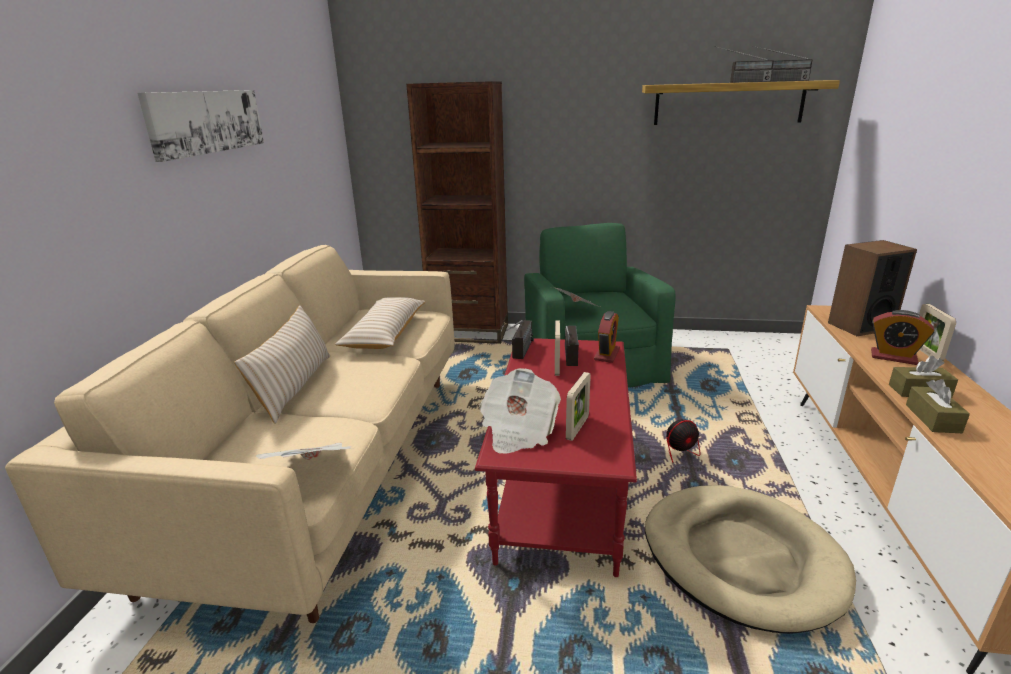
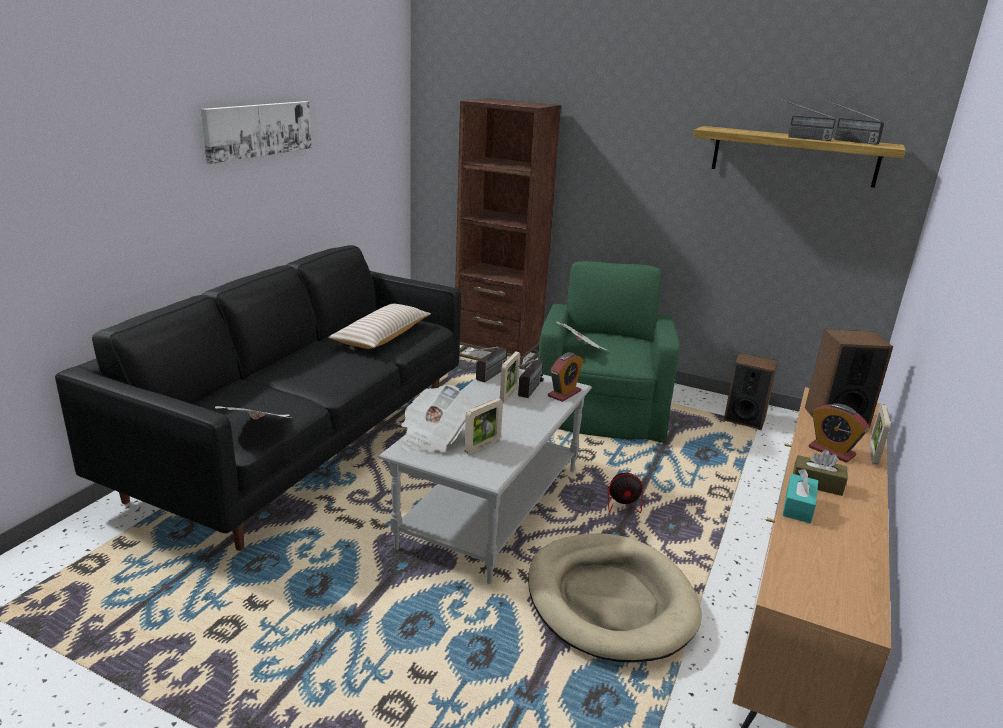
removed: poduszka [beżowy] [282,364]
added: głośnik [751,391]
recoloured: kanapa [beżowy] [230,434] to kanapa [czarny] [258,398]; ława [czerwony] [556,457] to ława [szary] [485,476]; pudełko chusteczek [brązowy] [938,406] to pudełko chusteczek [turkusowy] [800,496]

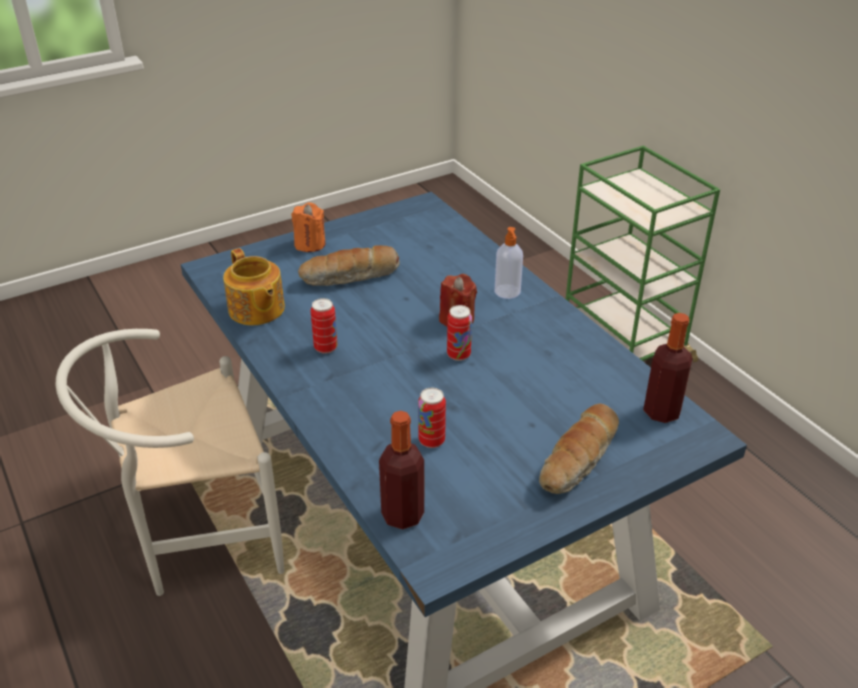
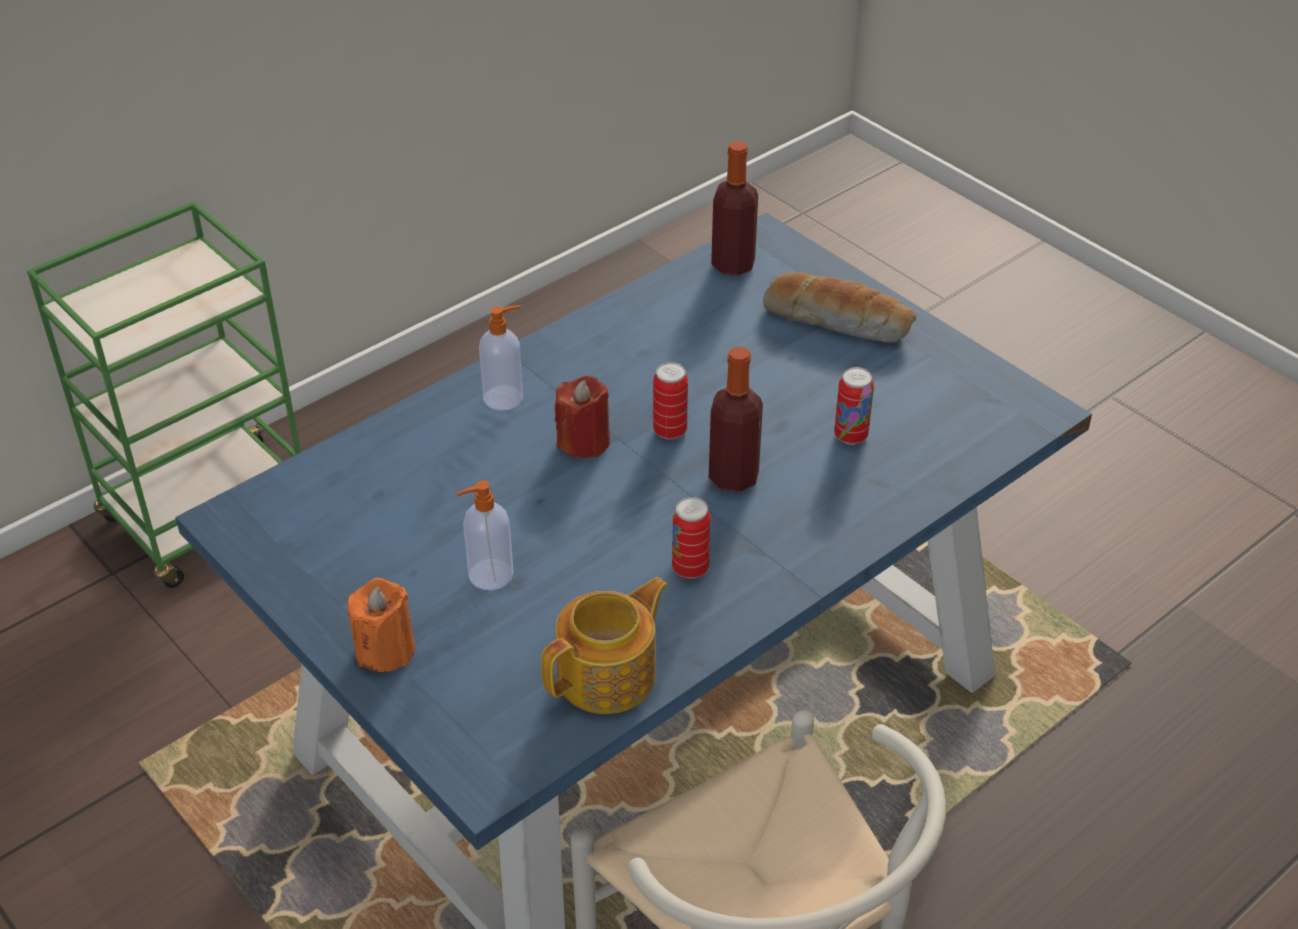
moved: butelka [401,470] to [736,419]
replaced: chleb [349,265] to dozownik mydła [484,535]

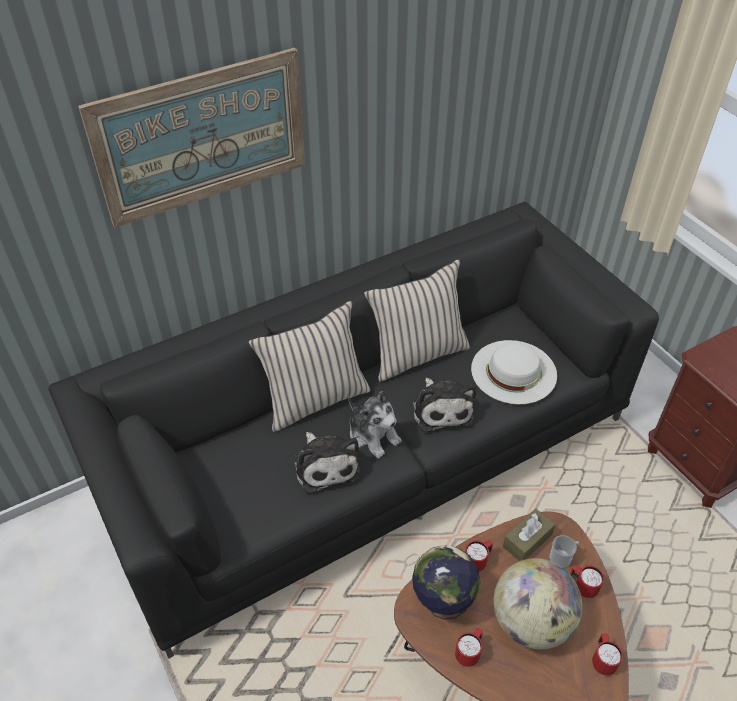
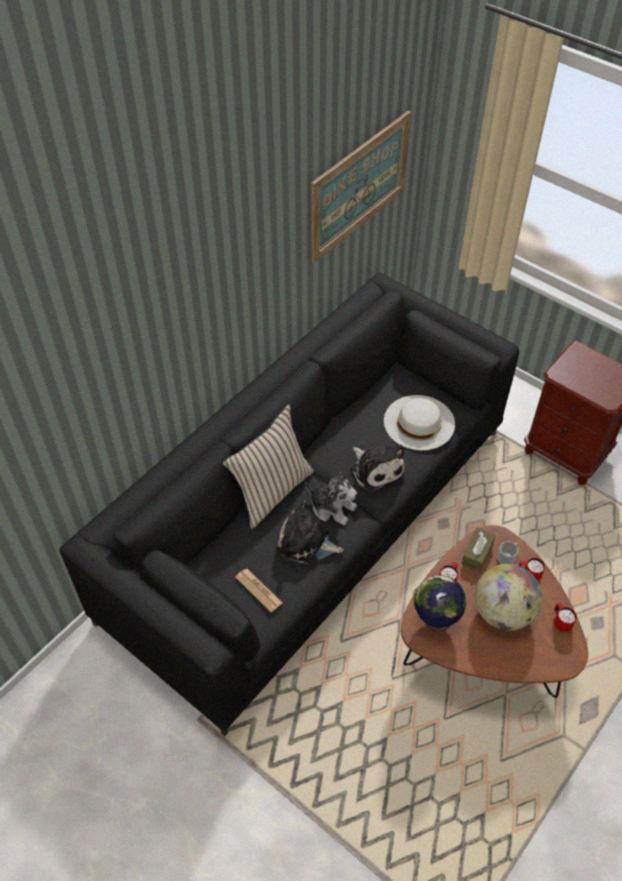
removed: poduszka [beżowy] [417,320]; kubek [czerwony] [469,647]
added: gazeta [259,590]
moved: obraz [191,138] to [361,187]
turned: pluszak [327,463] = [310,532] 150 degrees clockwise

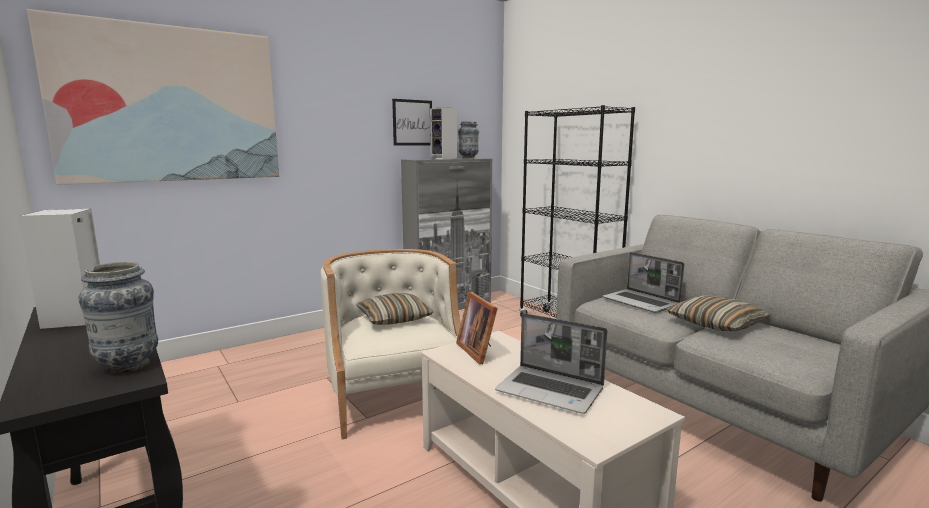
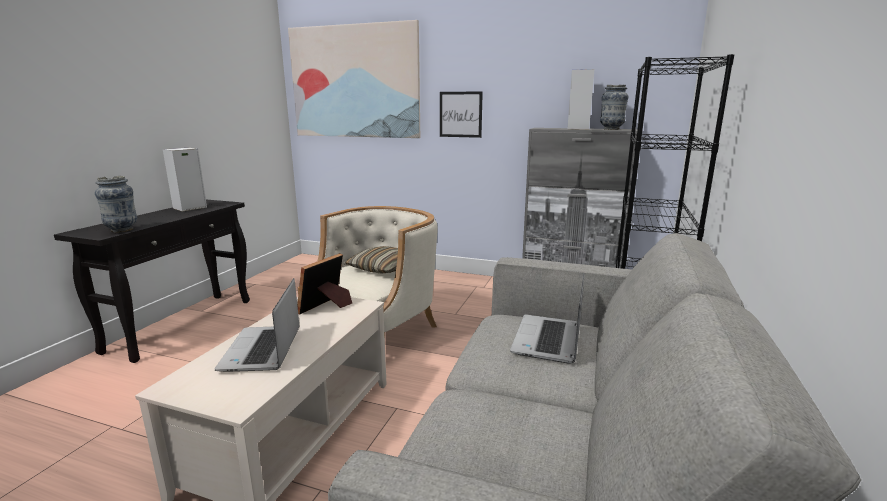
removed: poduszka [719,313]
moved: obraz [412,122] to [461,114]

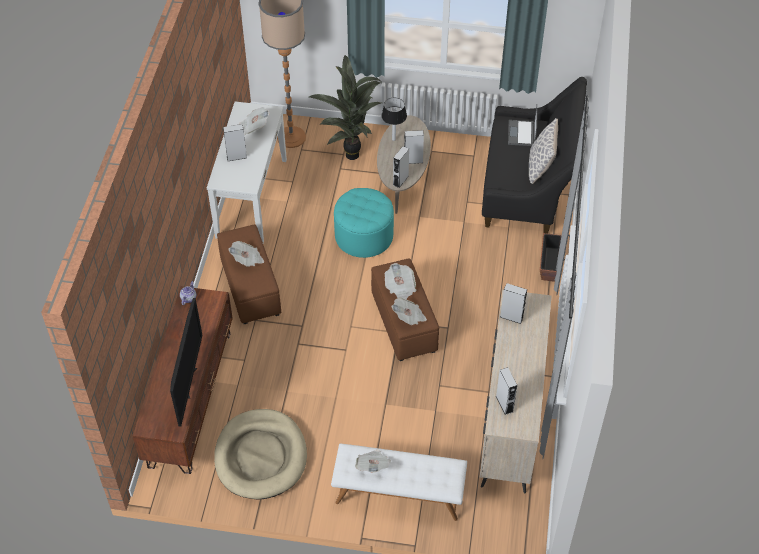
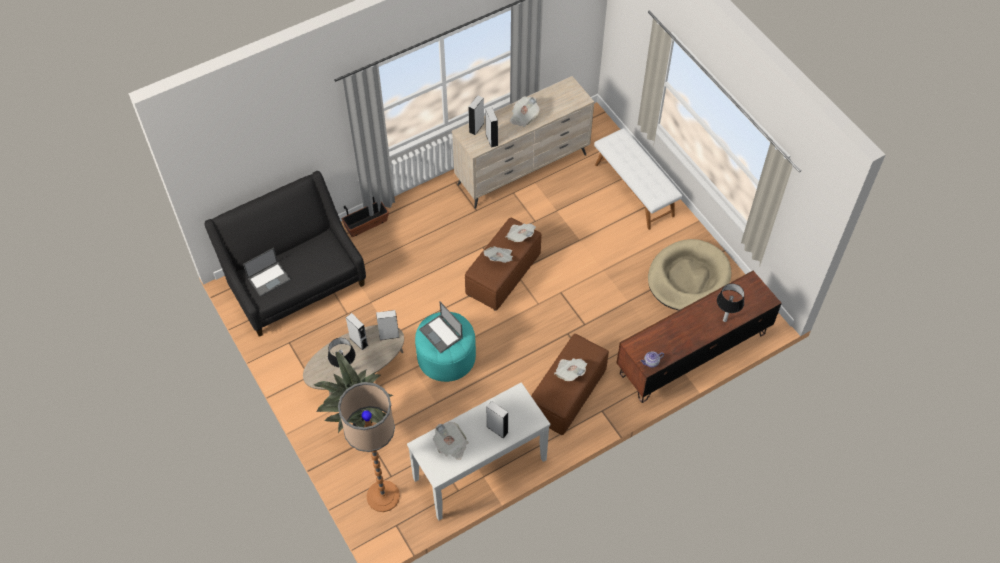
removed: telewizor [186,362]; poduszka [543,151]
added: laptop [441,327]; lampa stołowa [730,302]
moved: gazeta [373,461] to [525,111]; głośnik [szary] [506,391] to [476,115]

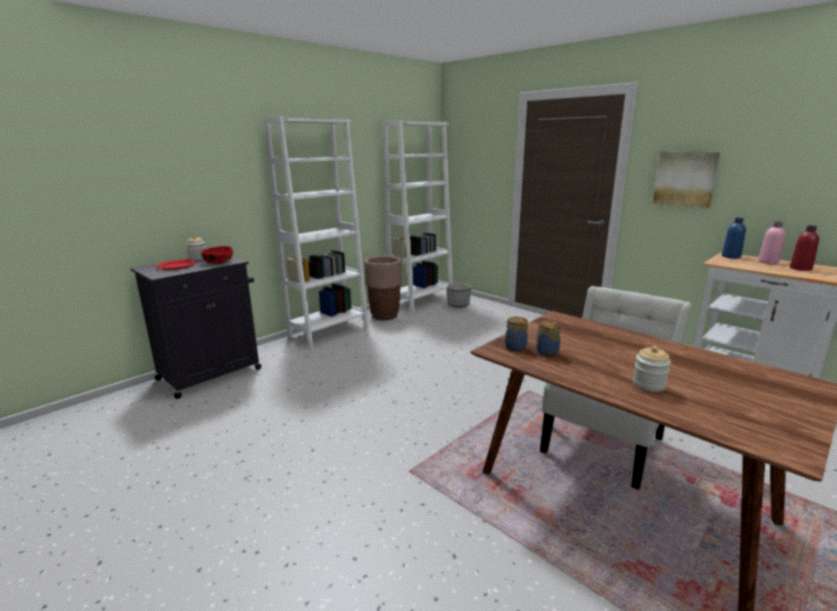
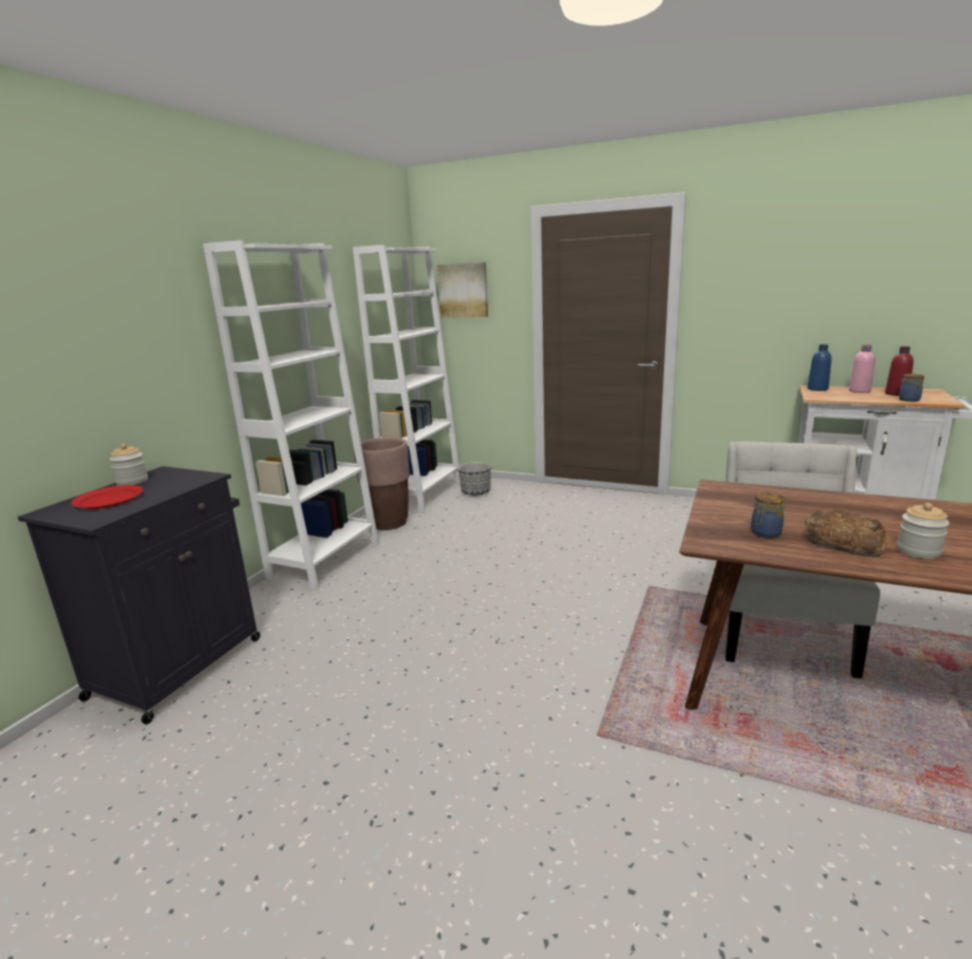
removed: miska [czerwony] [217,255]
added: chleb [846,534]
moved: słoik [516,334] to [911,388]; obraz [686,179] to [462,290]

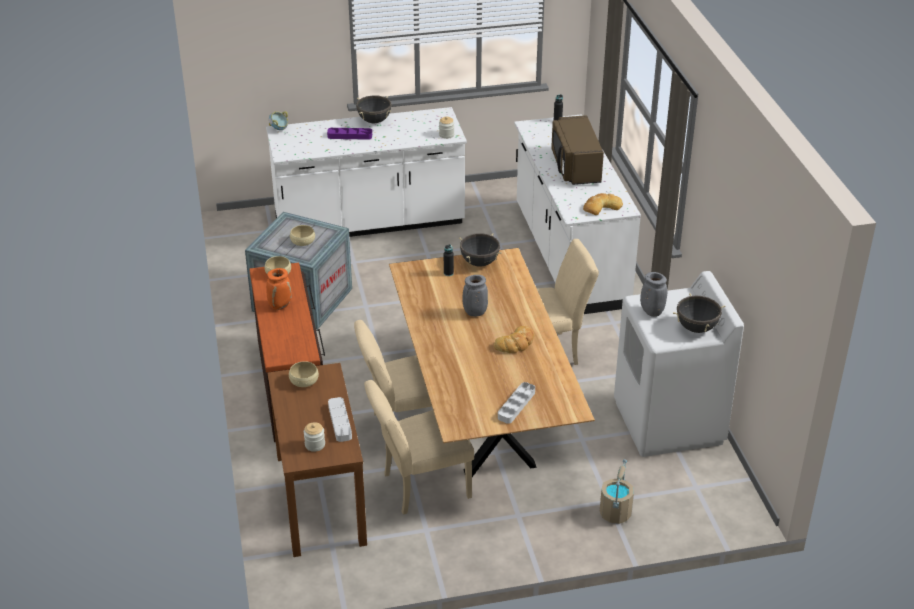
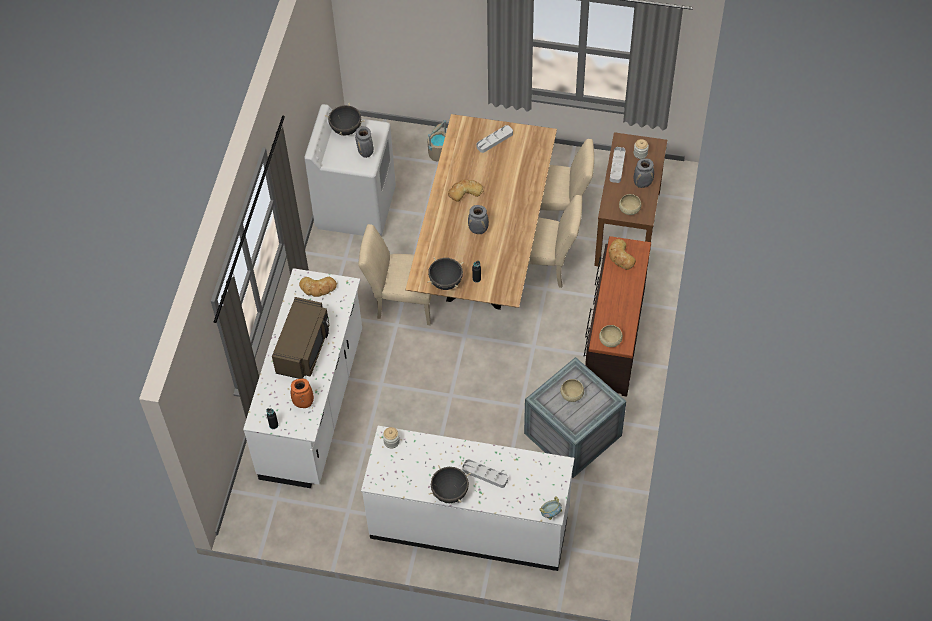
added: chleb [622,254]; wazon [szary] [644,173]
moved: wazon [pomarańczowy] [279,289] to [302,393]
recoloured: taca [fioletowy] [349,134] to taca [szary] [485,473]

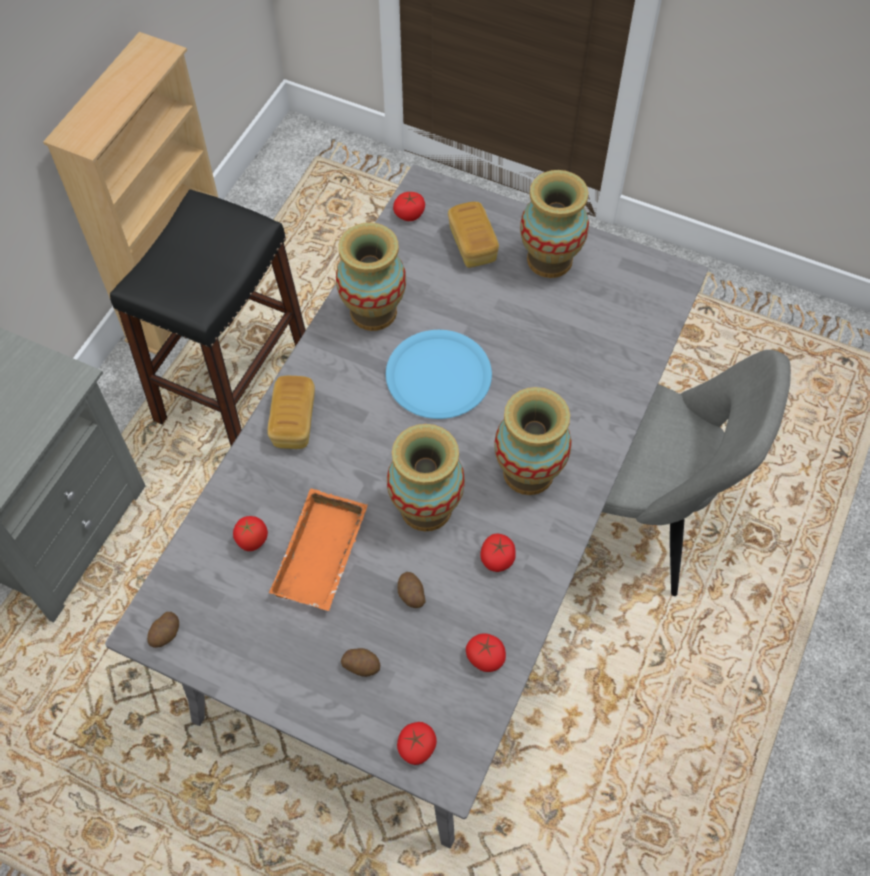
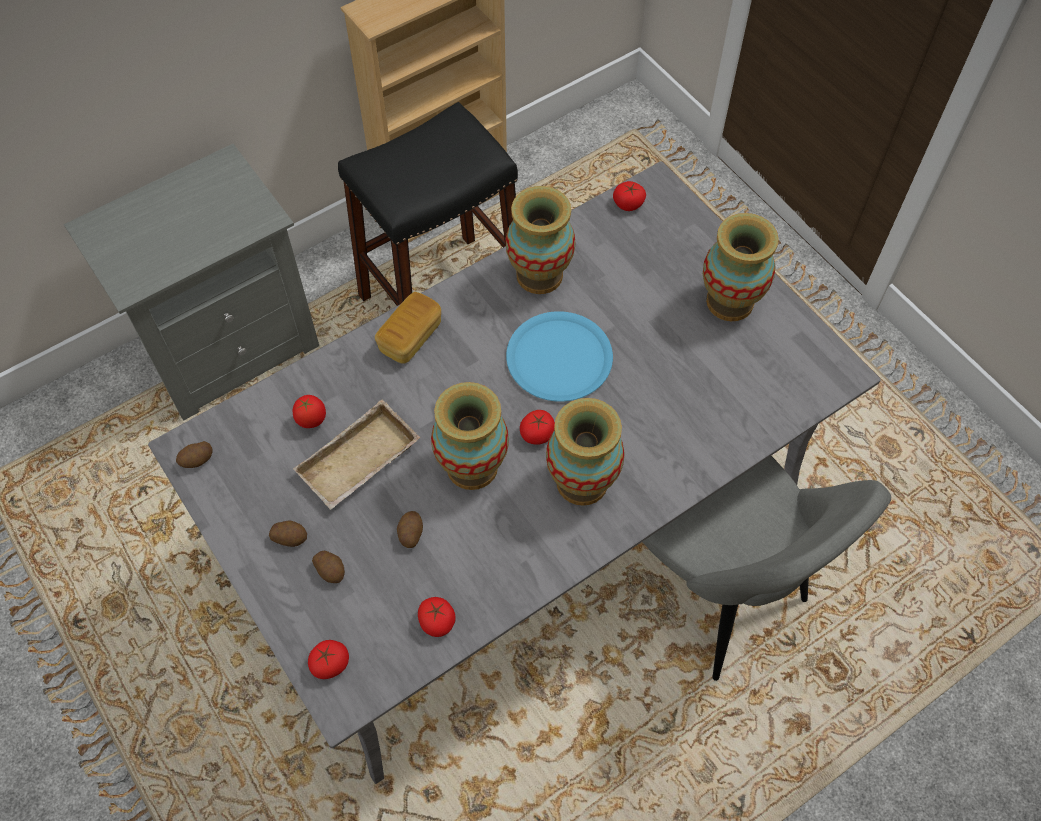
removed: chleb [473,235]
added: ziemniak [288,533]
moved: pomidor [498,553] to [537,427]
recoloured: taca [pomarańczowy] [318,549] to taca [beżowy] [356,454]

